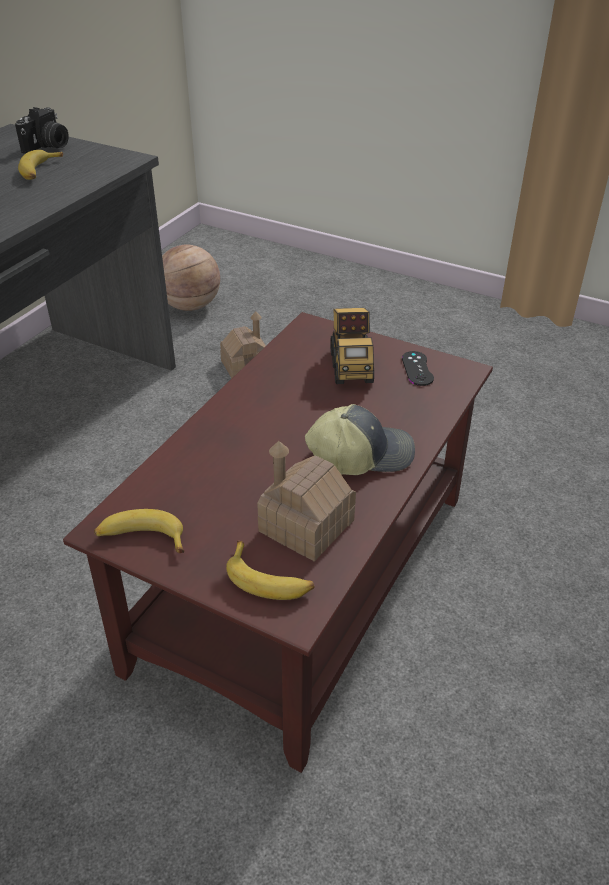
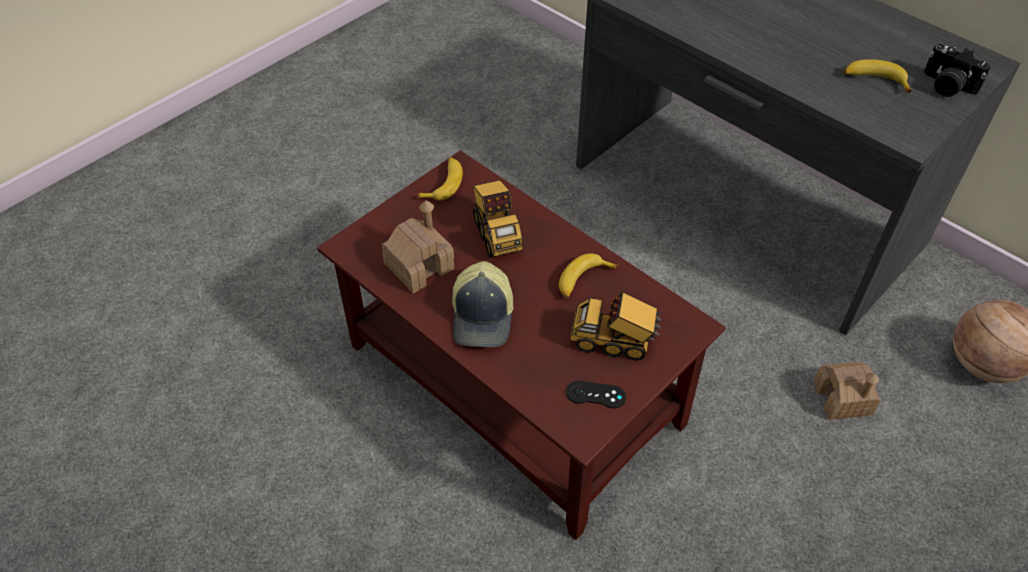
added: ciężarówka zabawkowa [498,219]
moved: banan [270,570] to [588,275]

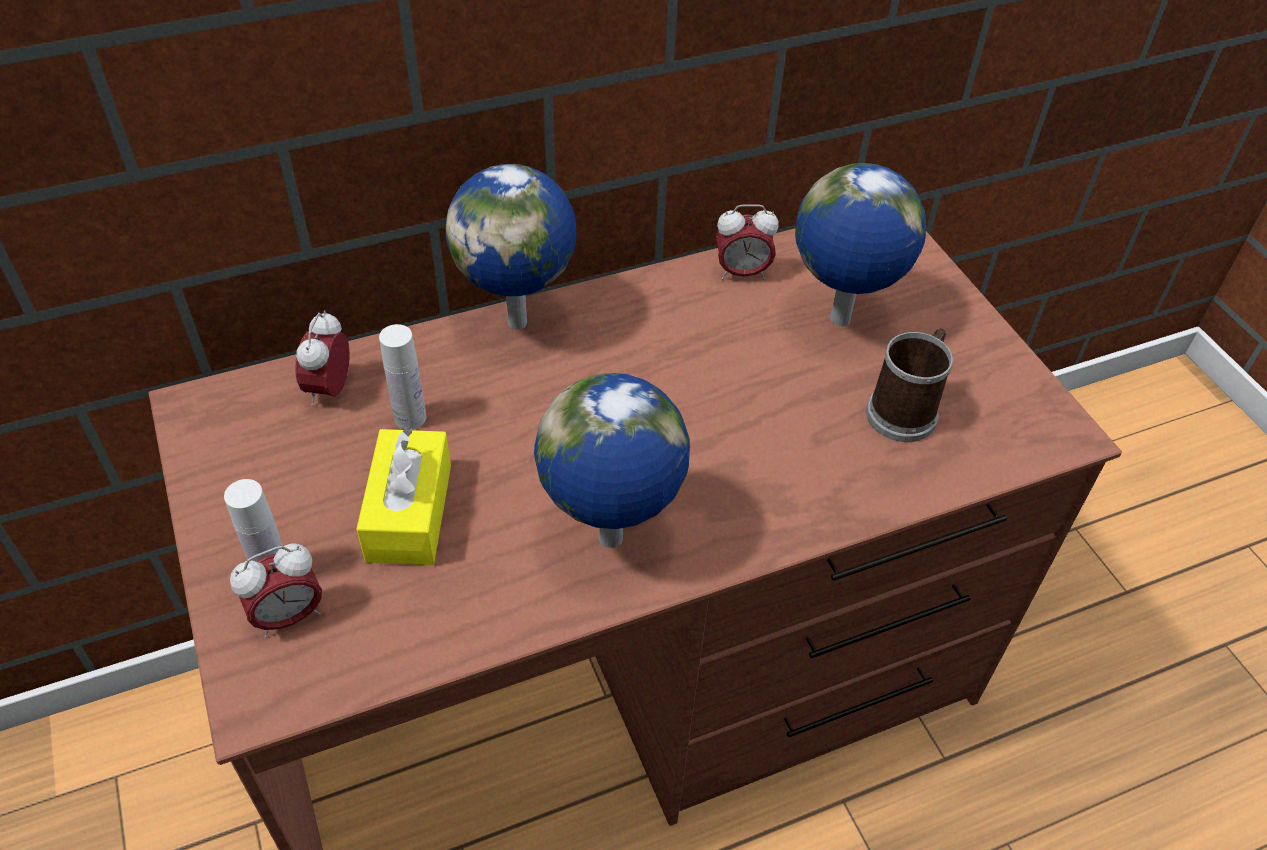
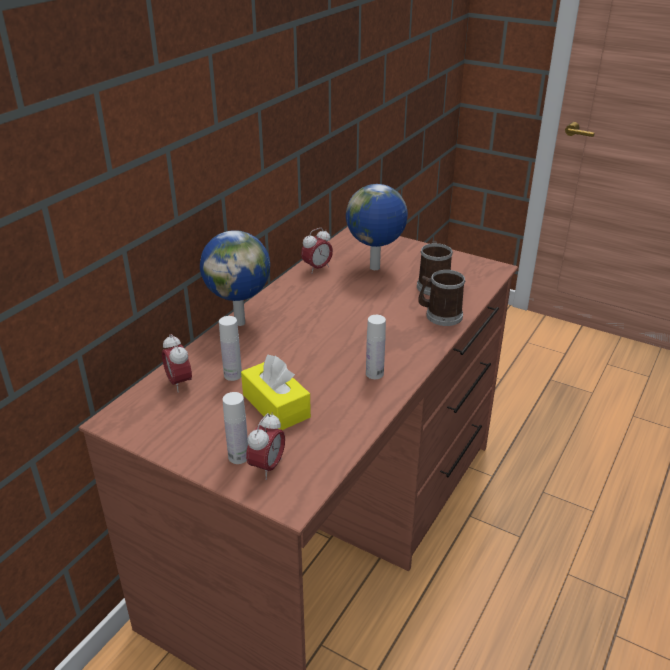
added: kubek [441,298]
replaced: globus [612,460] to butelka [biały] [376,347]

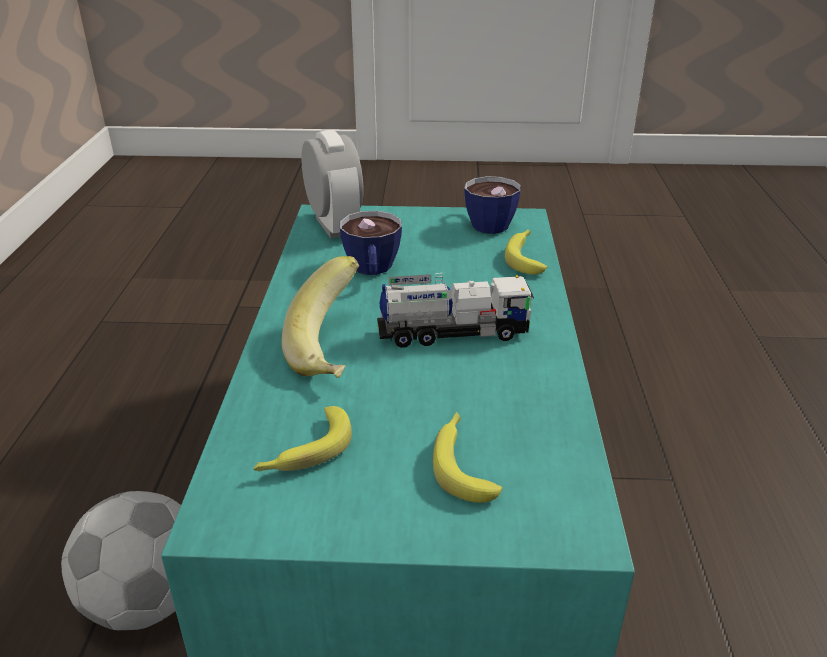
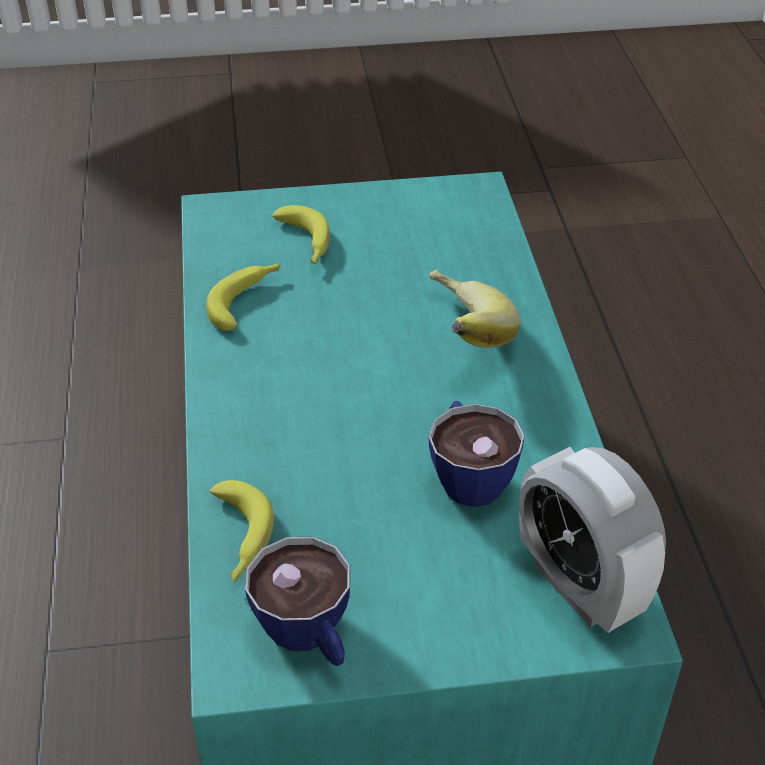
removed: piłka futbolowa [121,560]; ciężarówka zabawkowa [455,310]
moved: banan [302,439] to [243,297]

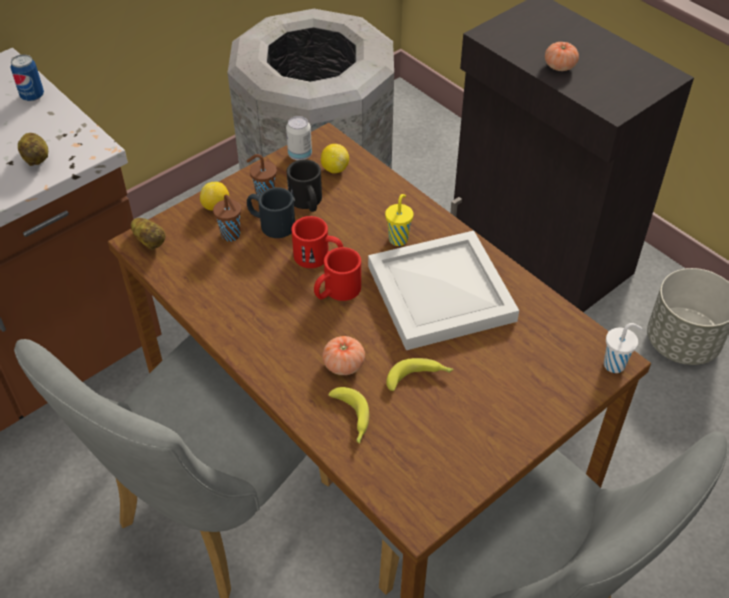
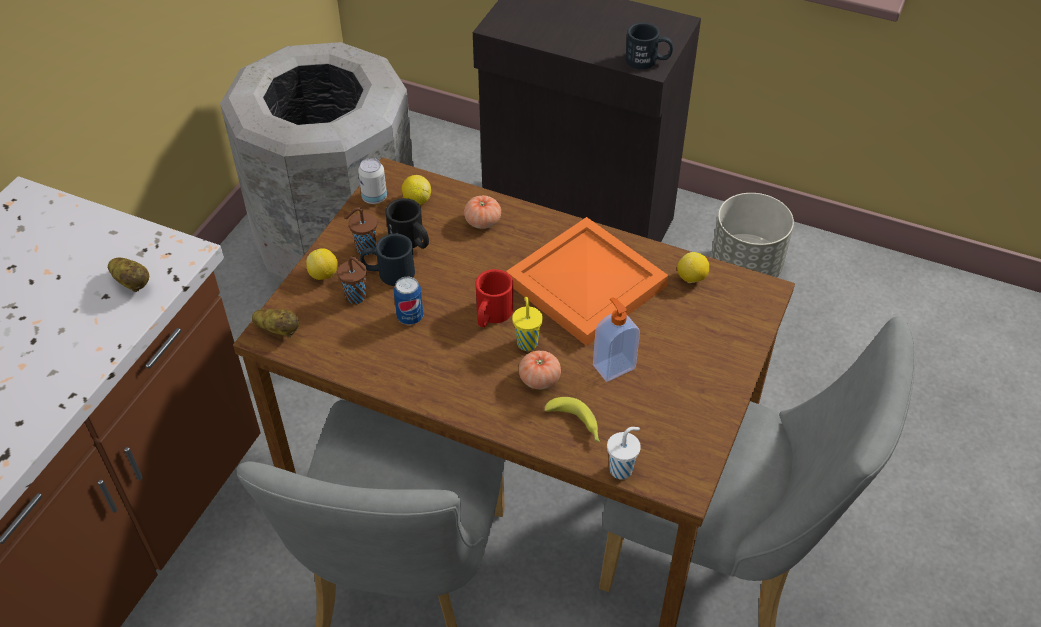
removed: kubek [czerwony] [317,242]
added: kubek [czarny] [649,45]; cytryna [693,267]
moved: puszka [27,78] to [408,300]; filiżanka [żółty] [399,220] to [527,324]; pomidor [562,56] to [482,212]; filiżanka [biały] [623,348] to [624,453]
replaced: banan [420,374] to dozownik mydła [616,339]
recoloured: taca [biały] [443,290] to taca [pomarańczowy] [587,281]

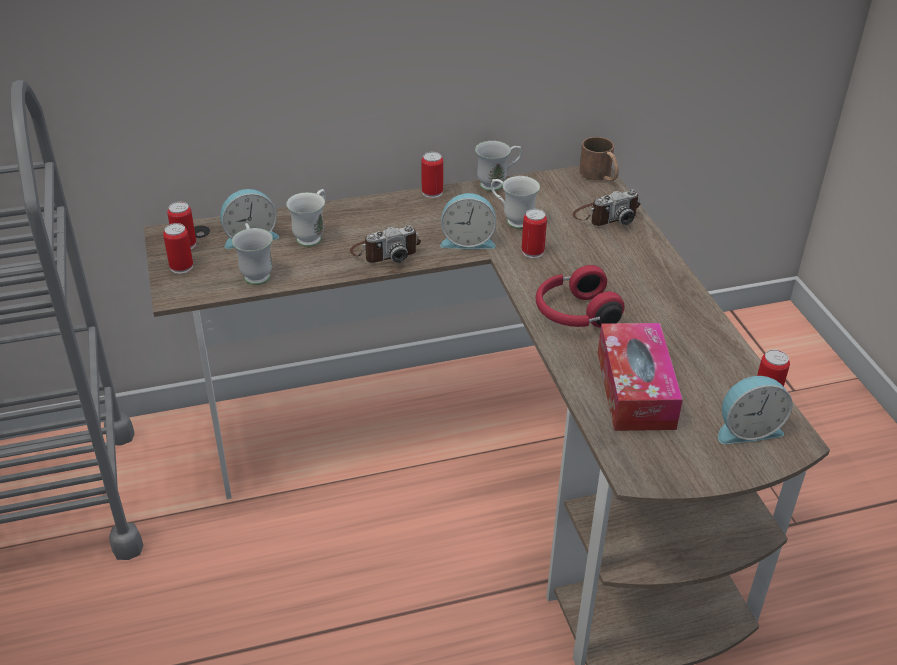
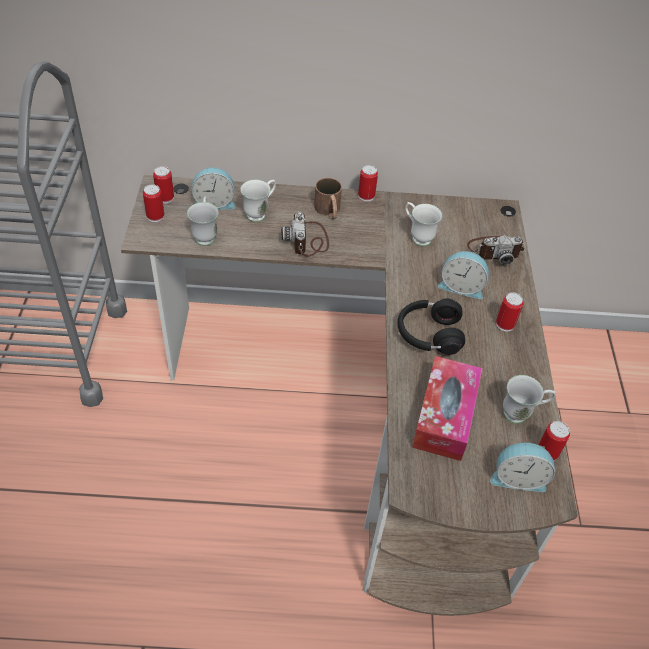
moved: budzik [468,221] to [463,275]; kubek [biały] [498,166] to [529,399]; puszka [534,233] to [510,312]; kubek [brązowy] [599,159] to [328,198]
recoloured: słuchawki [czerwony] [580,296] to słuchawki [czarny] [431,326]
turned: aparat fotograficzny [385,244] = [305,234] 90 degrees clockwise

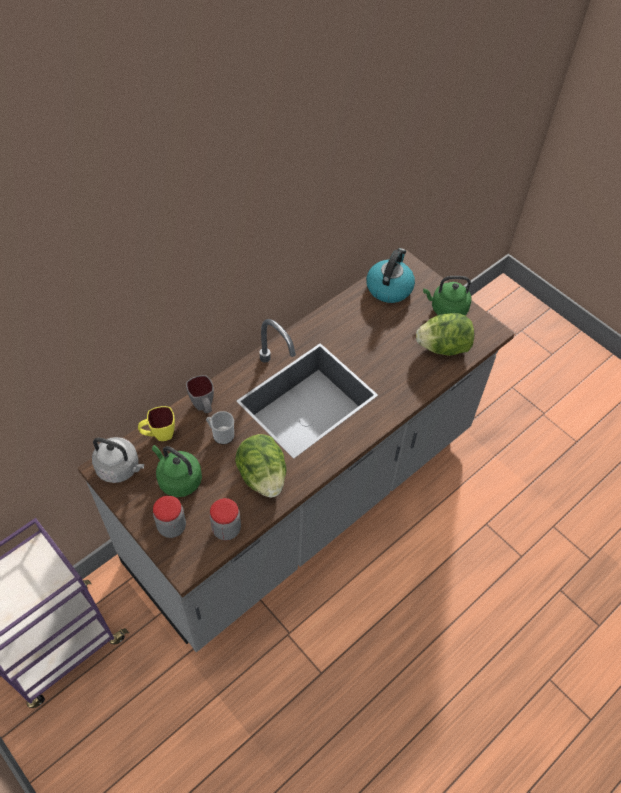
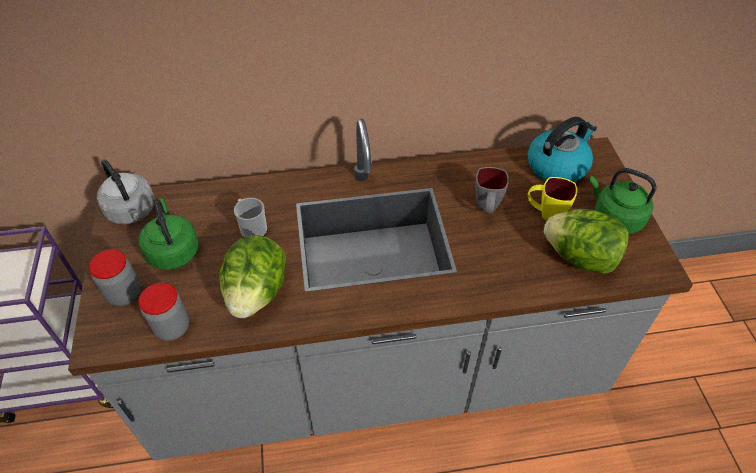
moved: kubek [żółty] [156,423] to [552,198]; kubek [szary] [200,394] to [492,190]

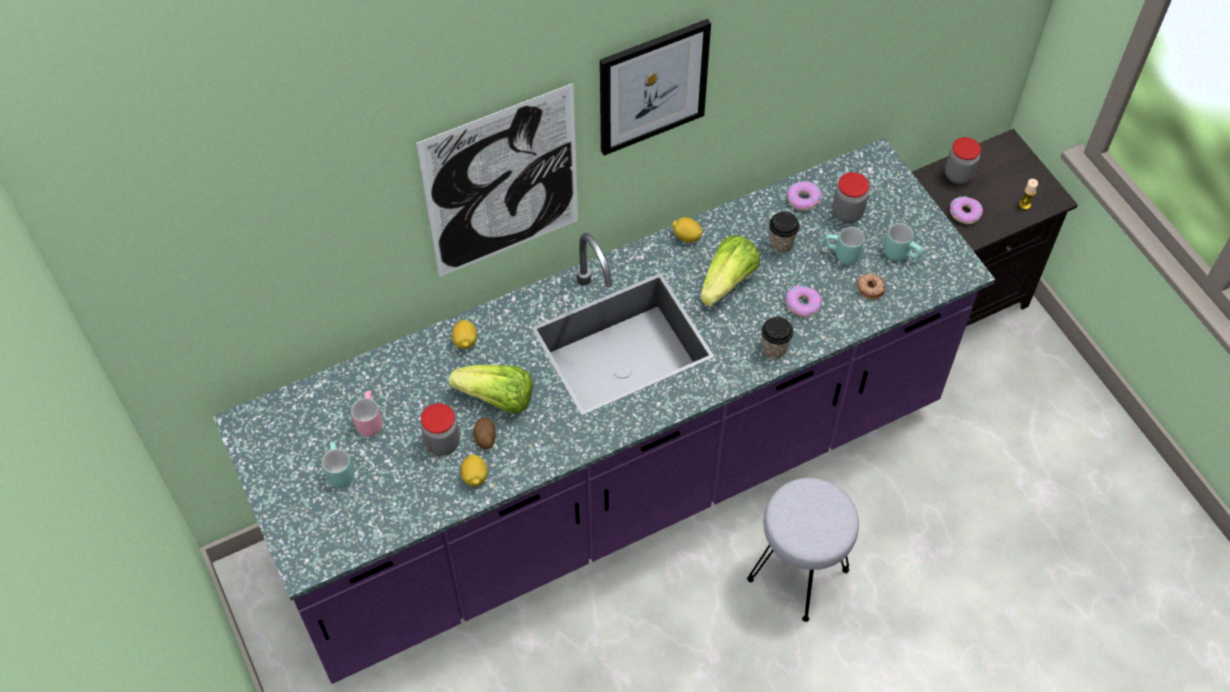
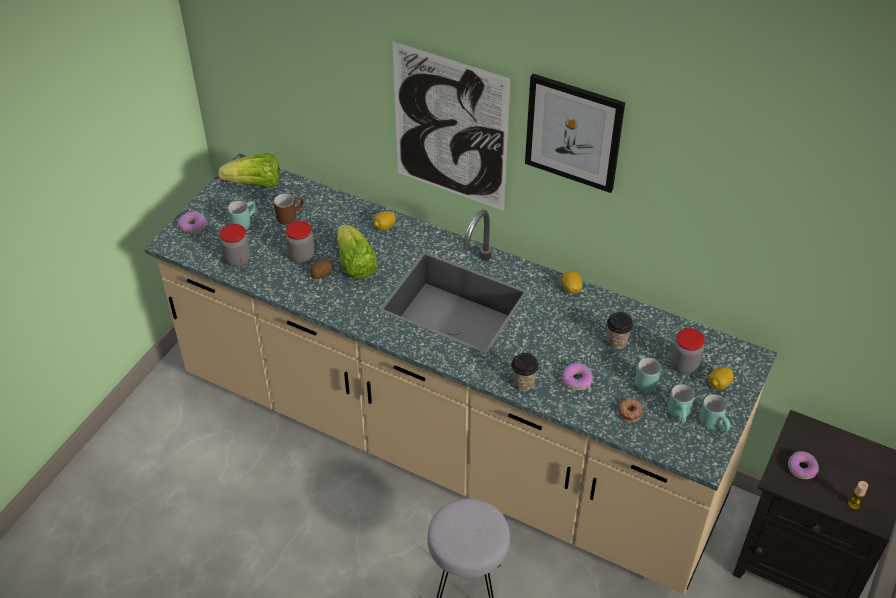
added: kubek [turkusowy] [714,413]
moved: cytryna [474,470] to [721,378]; sałata [730,270] to [249,170]; donut [804,195] to [192,222]; słoik [963,160] to [235,245]
recoloured: zabudowa kuchenna [fioletowy] [604,411] to zabudowa kuchenna [beżowy] [460,373]; kubek [różowy] [366,414] to kubek [brązowy] [289,209]

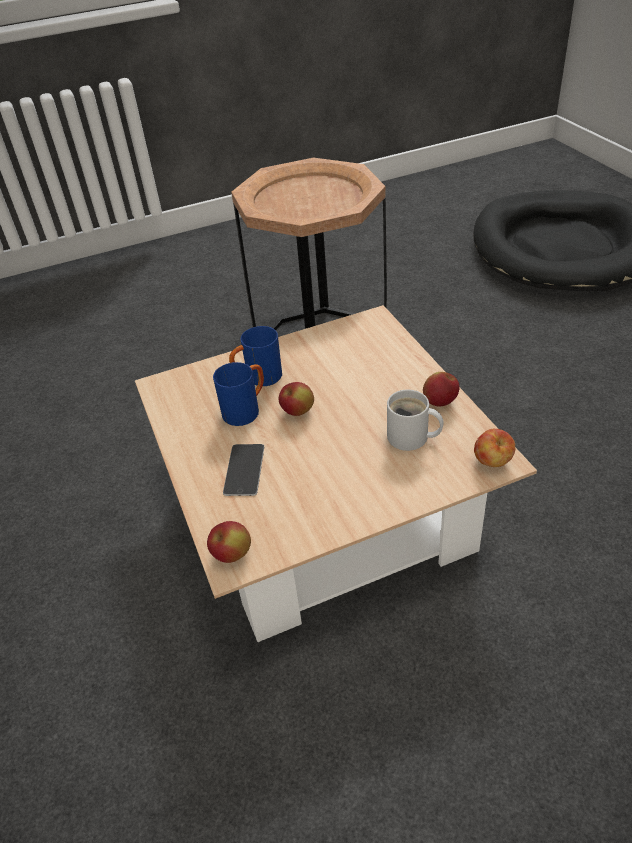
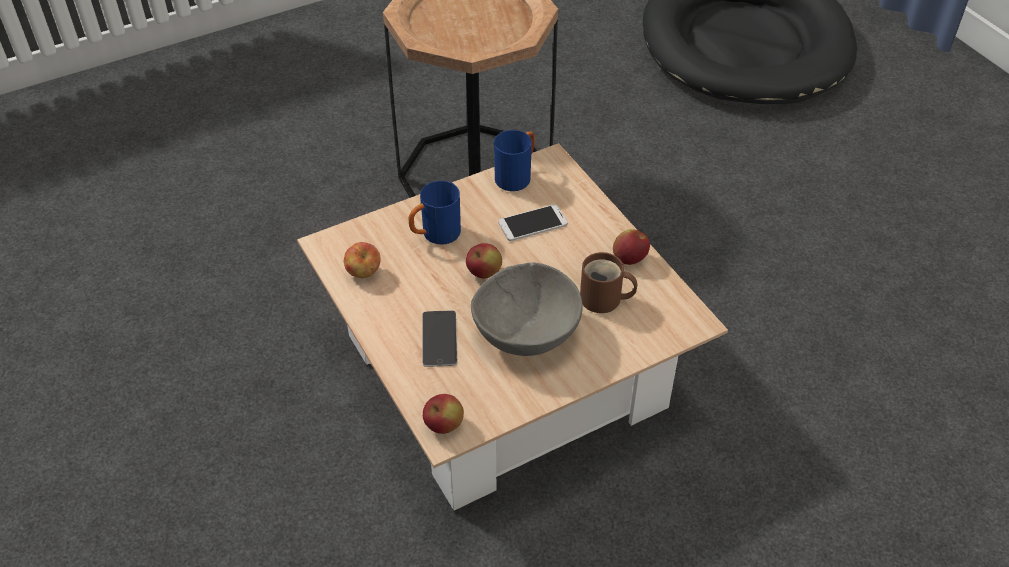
added: miska [szary] [526,309]; telefon [533,222]
moved: kubek [niebieski] [238,394] to [514,160]; jabłko [494,448] to [362,260]
recoloured: kubek [biały] [415,420] to kubek [brązowy] [608,282]

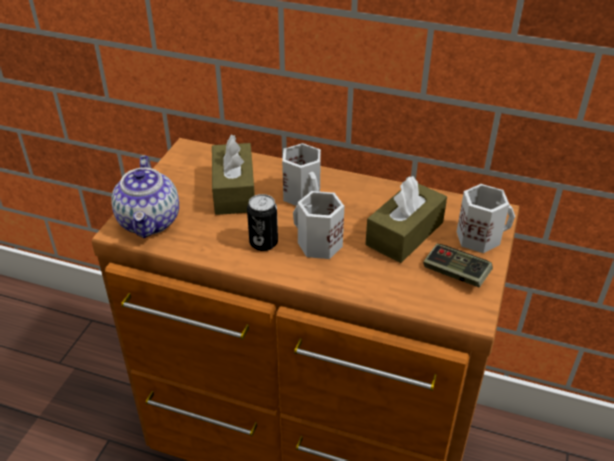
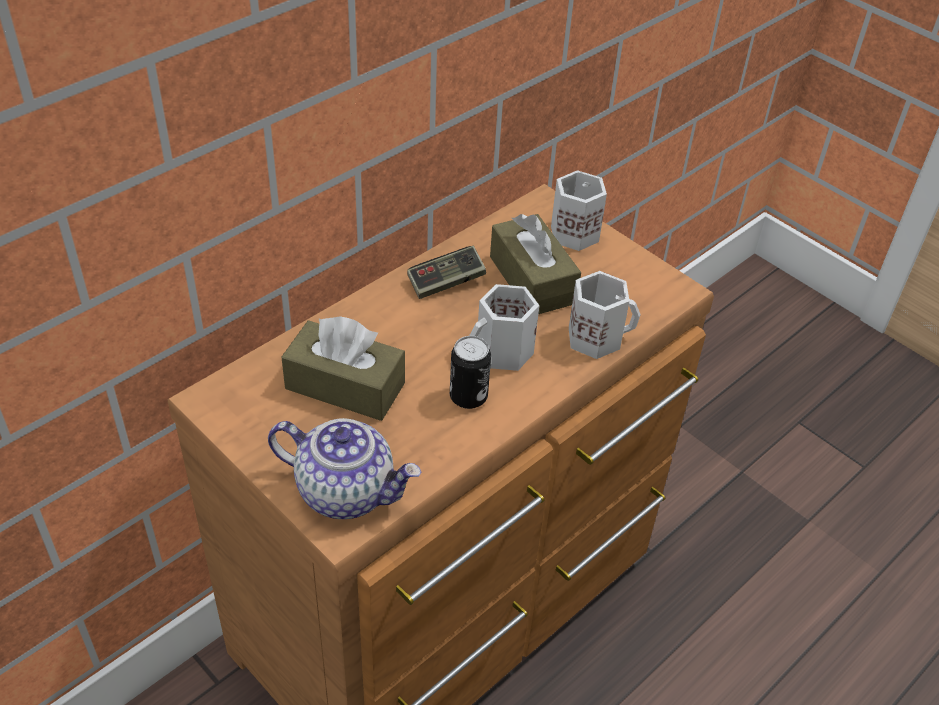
moved: kubek [biały] [301,174] to [605,315]; pad do gier [458,265] to [446,272]

